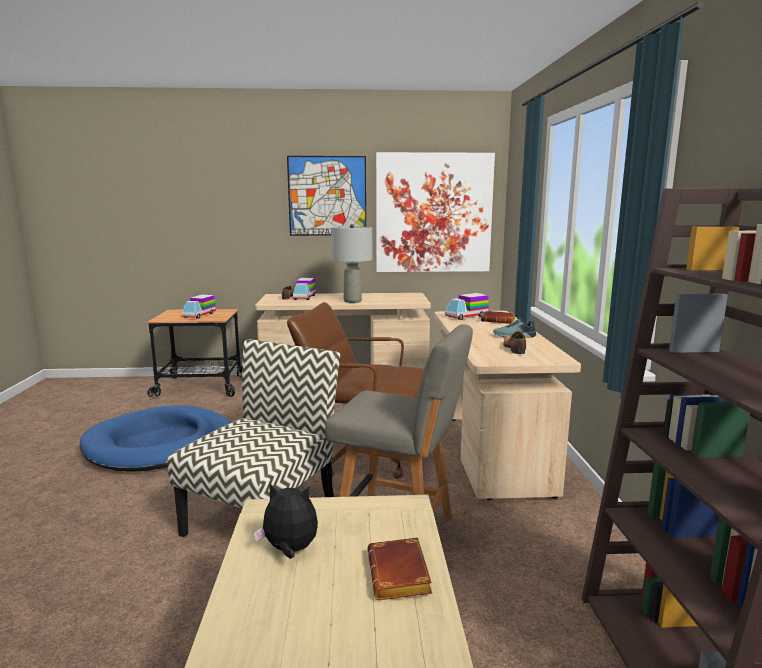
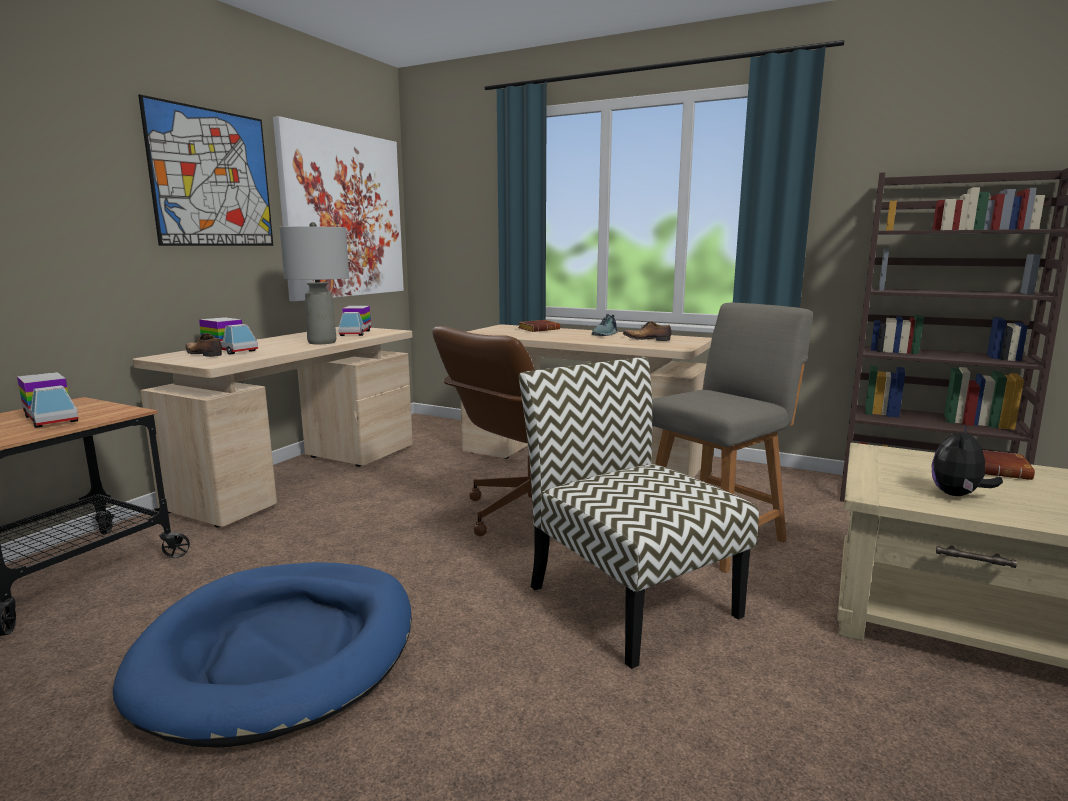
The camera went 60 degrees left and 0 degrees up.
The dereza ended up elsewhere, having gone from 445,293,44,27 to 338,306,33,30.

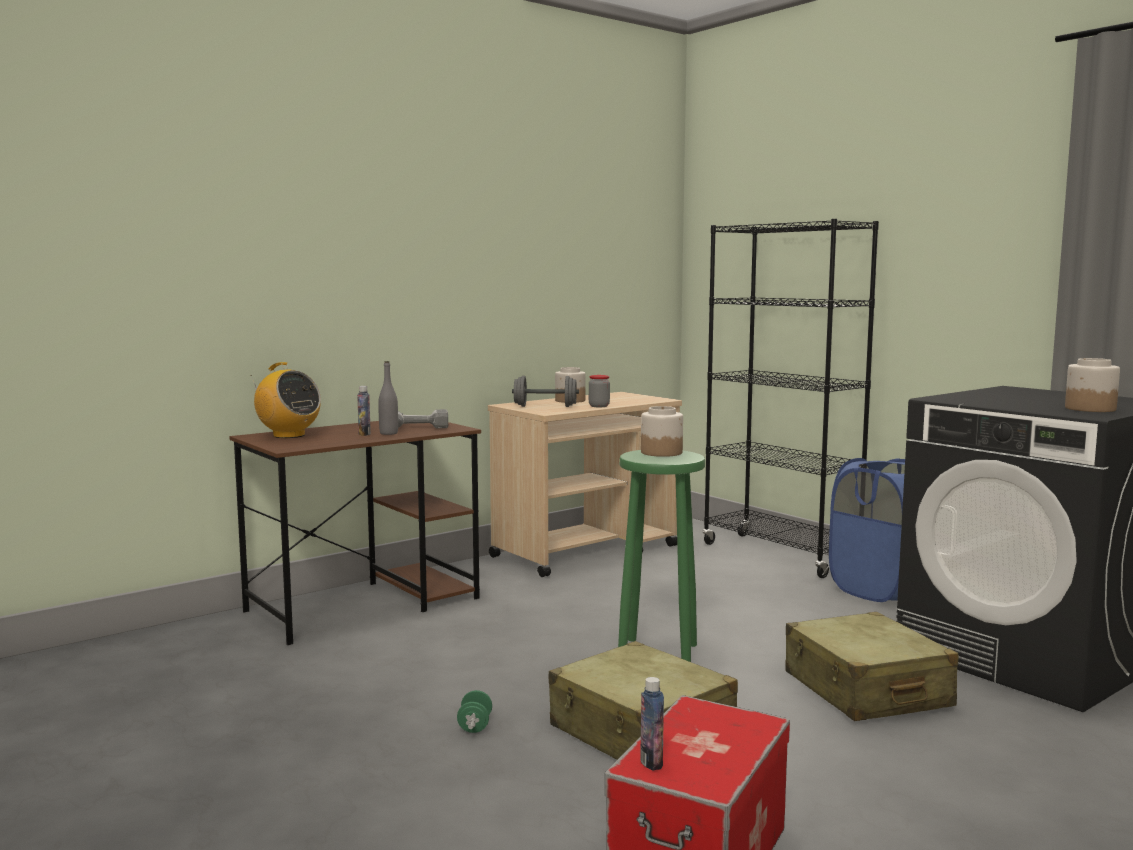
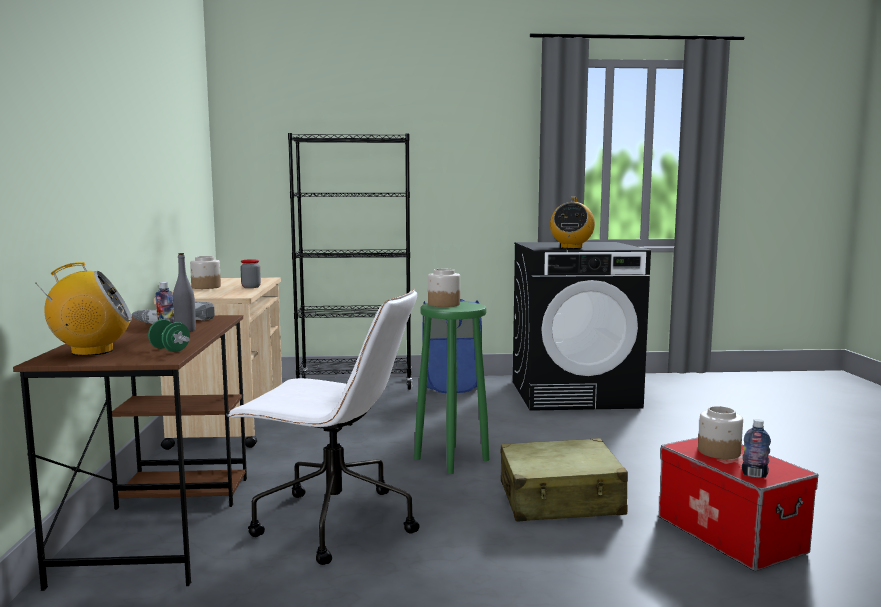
The camera went 55 degrees left and 0 degrees up.
The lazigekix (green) ended up elsewhere, having gone from 457,690,35,43 to 148,320,42,32.
The second view lost the lazigekix (grey) at 512,376,67,31.
The second view lost the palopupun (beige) at 785,612,173,109.
The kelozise ended up elsewhere, having gone from 1065,358,55,54 to 698,406,45,53.
The second view gained the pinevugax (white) at 226,289,194,276.
The second view gained the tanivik at 550,197,45,52.

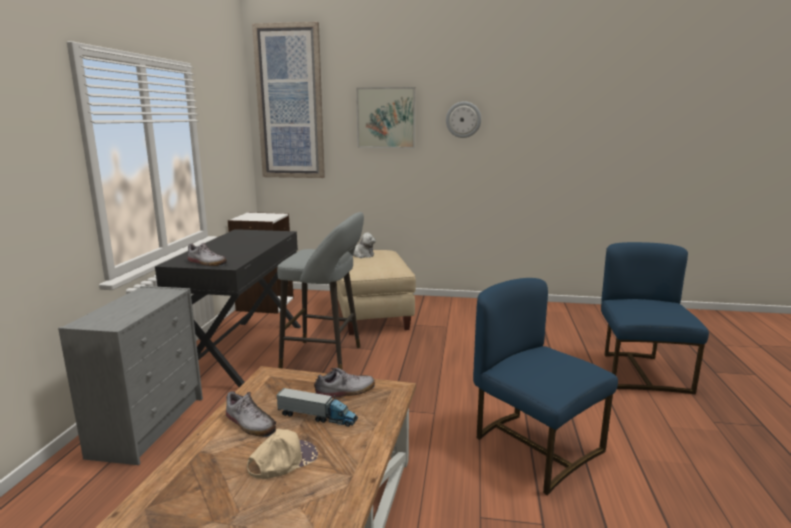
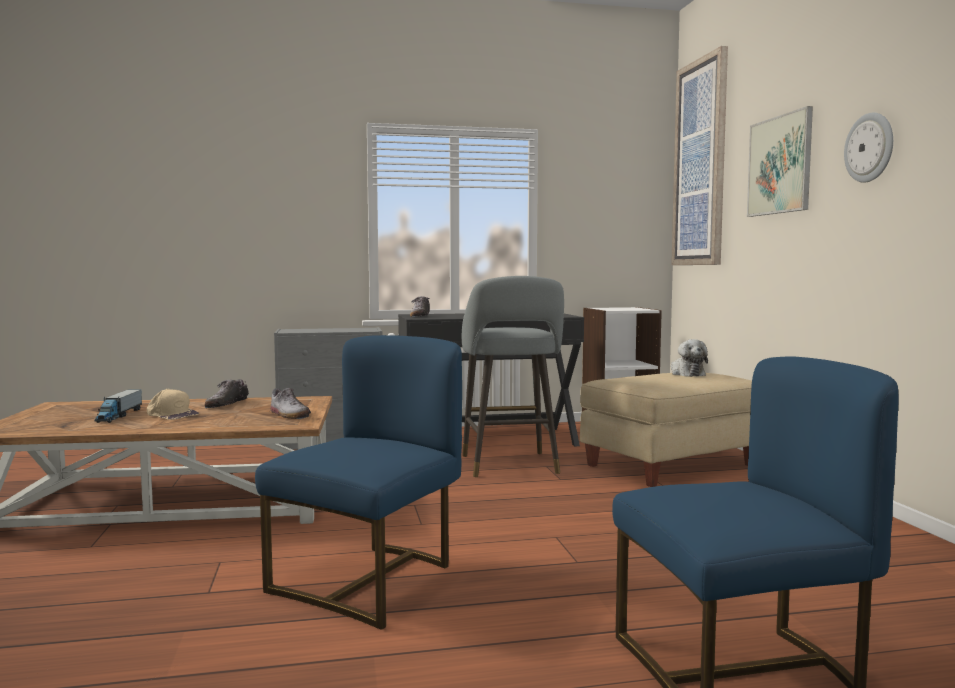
The camera went 70 degrees right and 10 degrees down.
The dereza ended up elsewhere, having gone from 276,388,82,39 to 94,389,48,34.

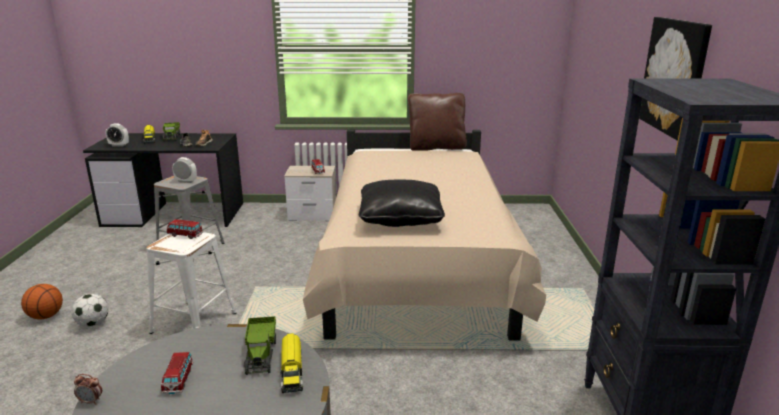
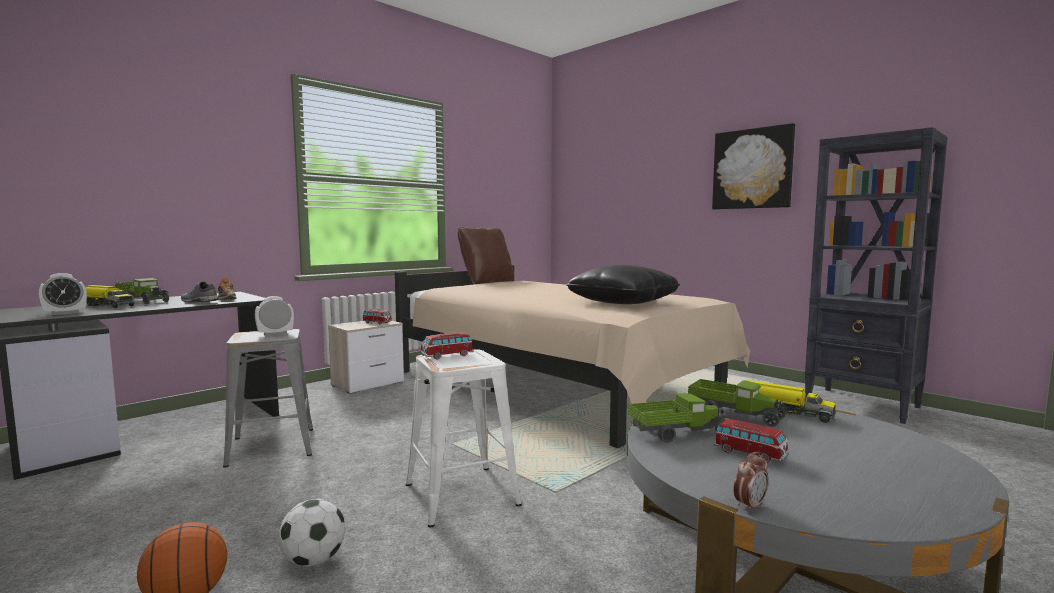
The camera went 45 degrees left and 15 degrees down.
The second view gained the dereza at 628,393,103,50.

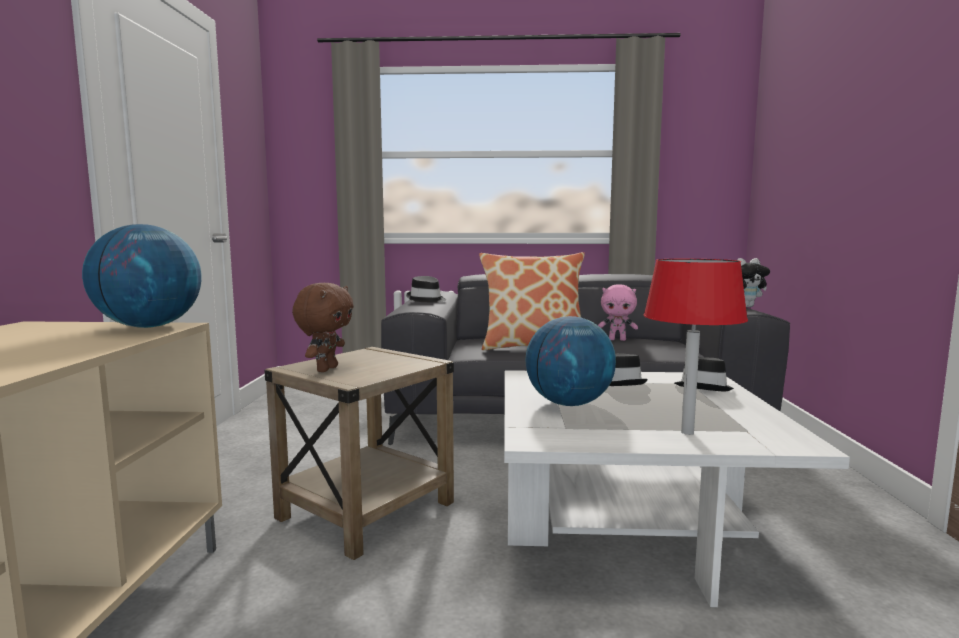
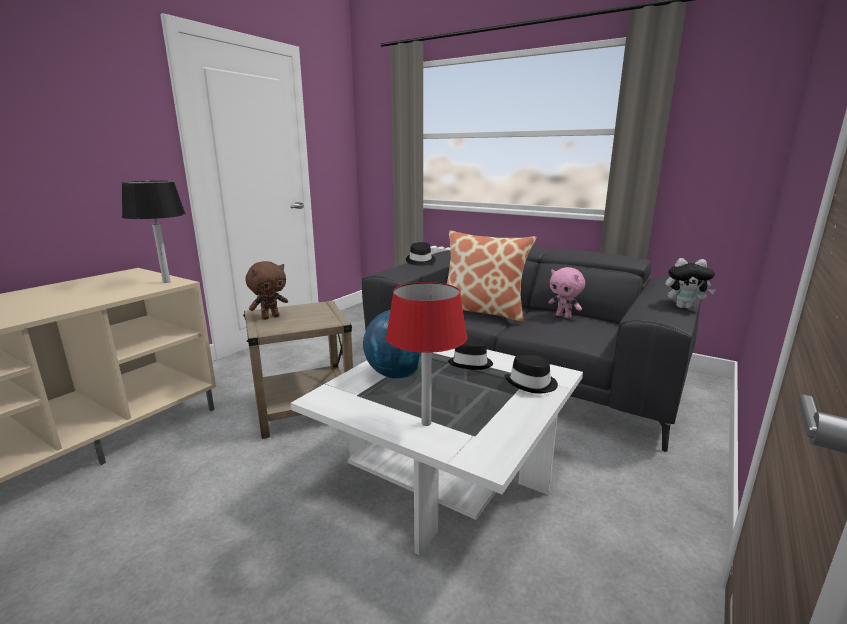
The camera went 30 degrees right and 10 degrees up.
Where the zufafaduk stood at 82,224,120,104, the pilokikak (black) came to stand at 122,181,64,102.

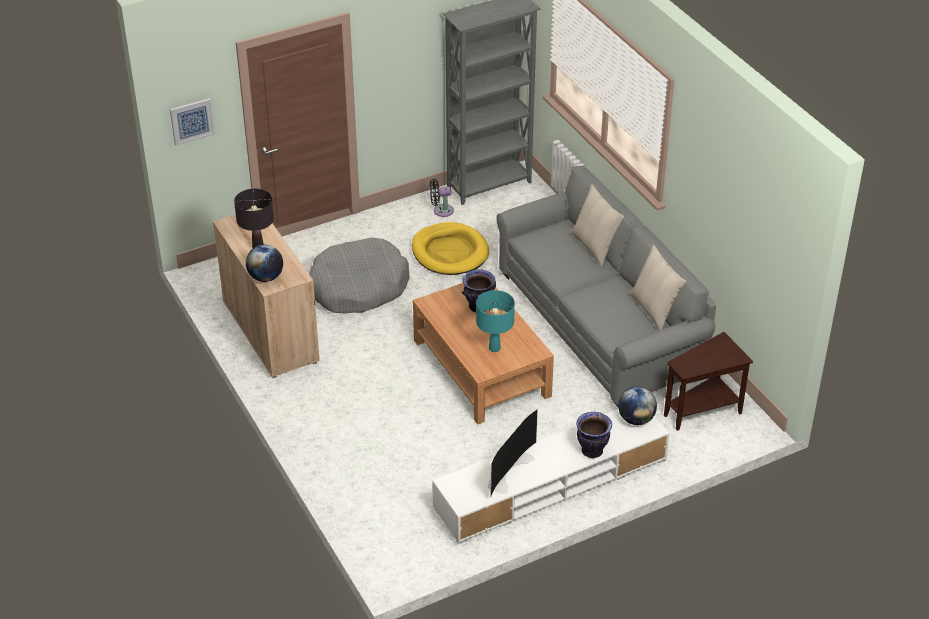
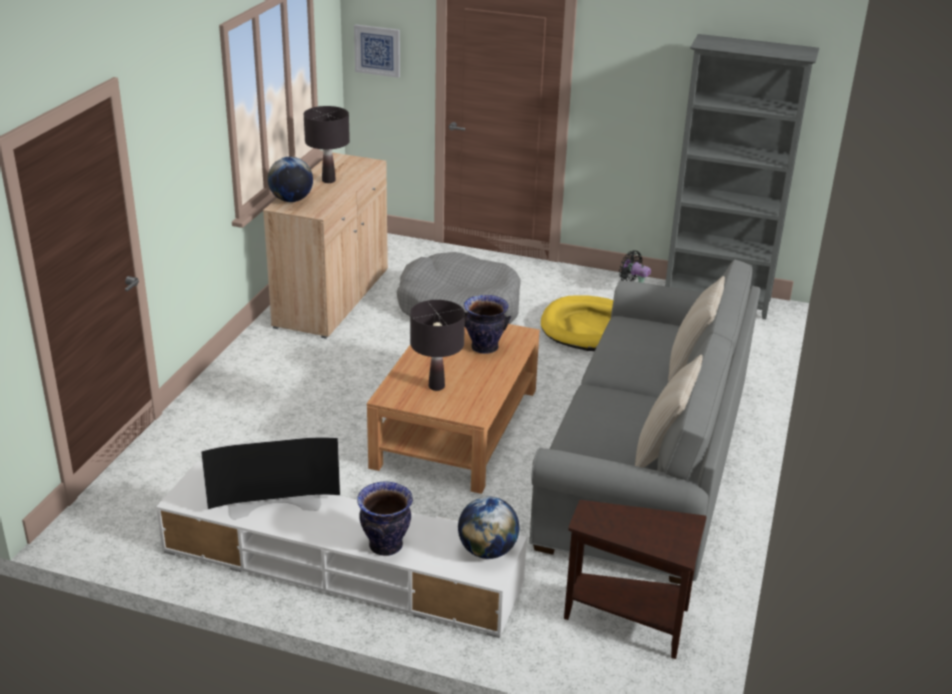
The camera went 45 degrees right and 10 degrees down.
What was the pilokikak (turquoise) at 476,290,39,62 turned into the pilokikak (black) at 410,300,55,91.

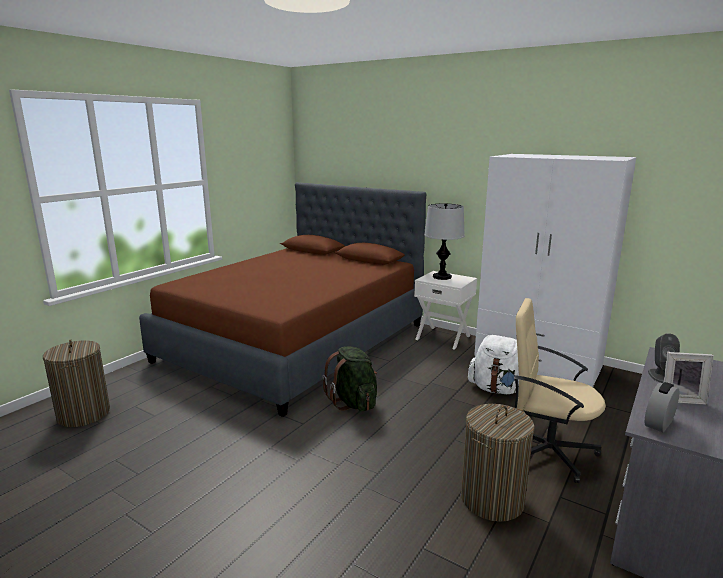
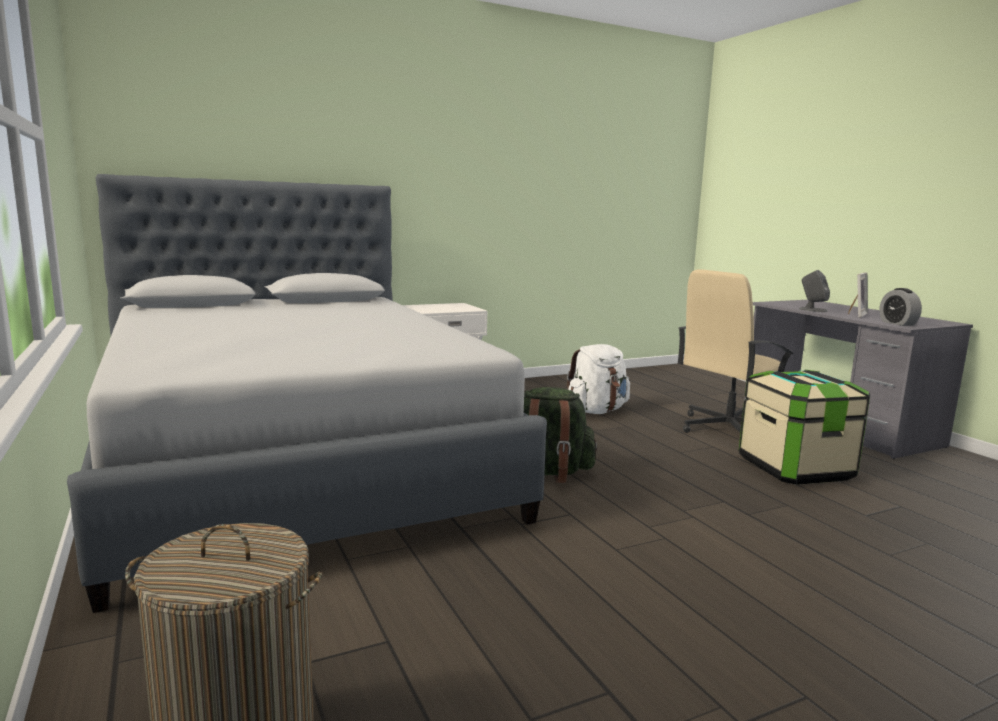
The camera went 60 degrees left and 5 degrees down.
What was the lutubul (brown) at 139,182,287,235 turned into the lutubul (grey) at 67,174,480,439.
The second view lost the pilokikak at 424,203,41,77.
Where the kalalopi stood at 461,404,74,118, the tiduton came to stand at 739,370,131,115.
The second view lost the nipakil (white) at 474,154,162,233.

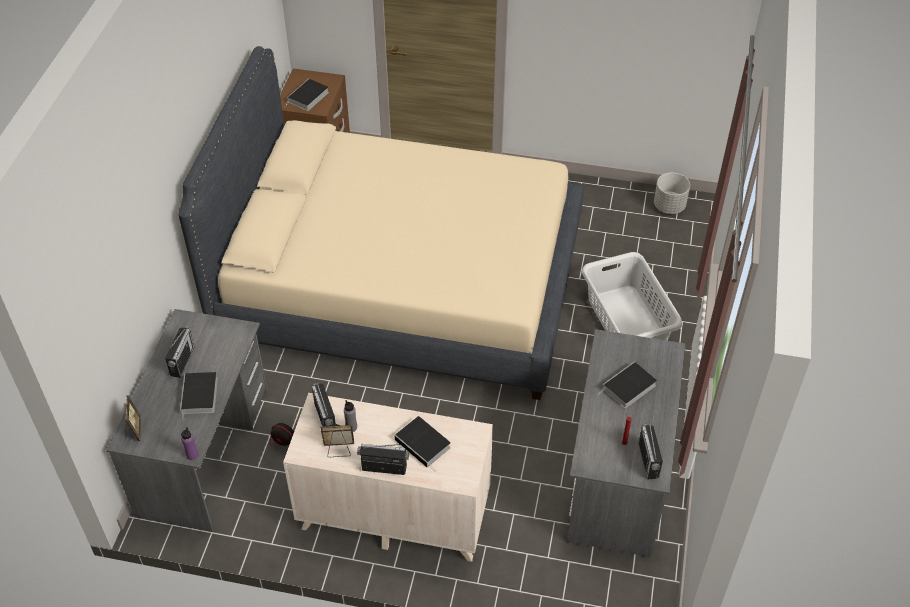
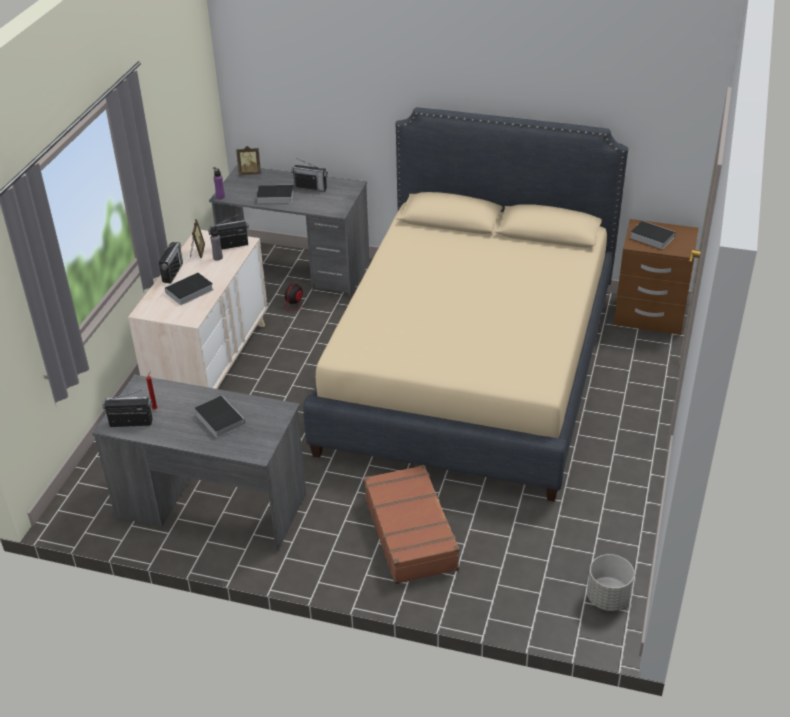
The camera went 95 degrees right and 10 degrees down.
Where the kalalopi (grey) stood at 581,252,101,89, the palopupun (brown) came to stand at 364,465,97,119.

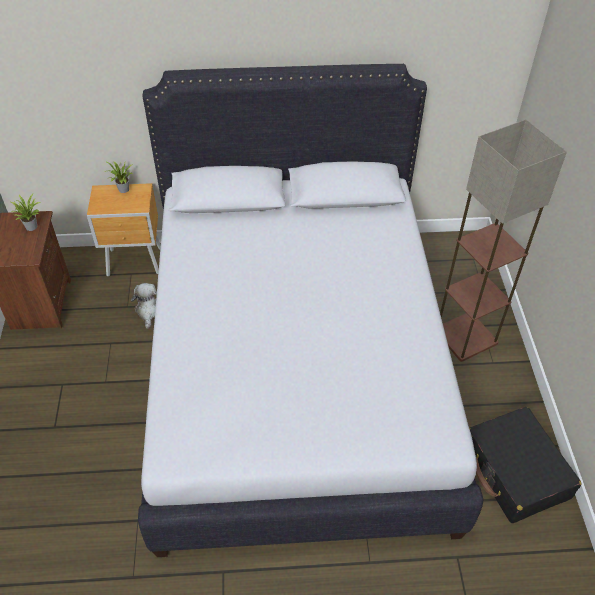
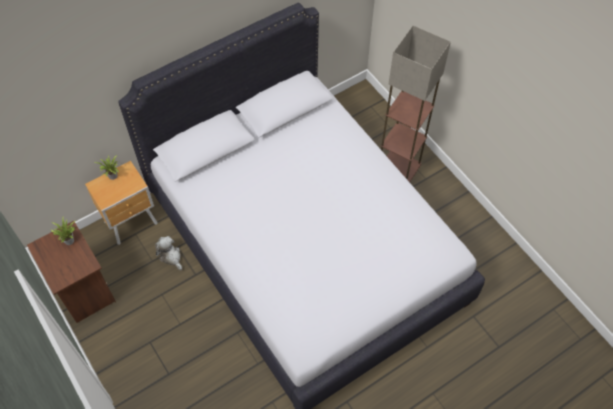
The camera went 30 degrees left and 10 degrees up.
The second view lost the palopupun (black) at 469,407,112,116.

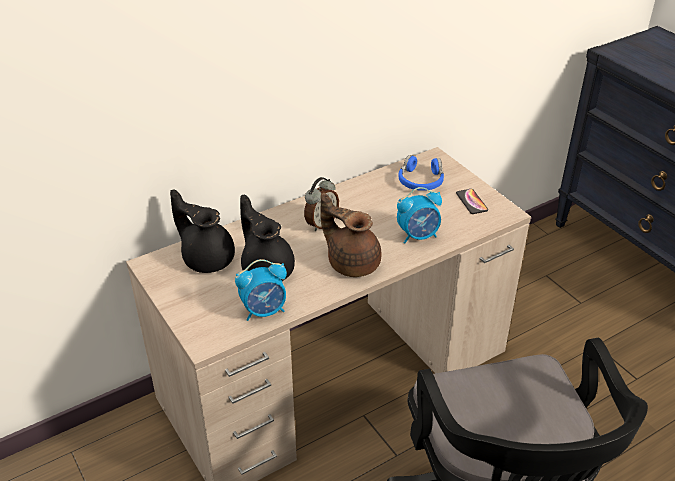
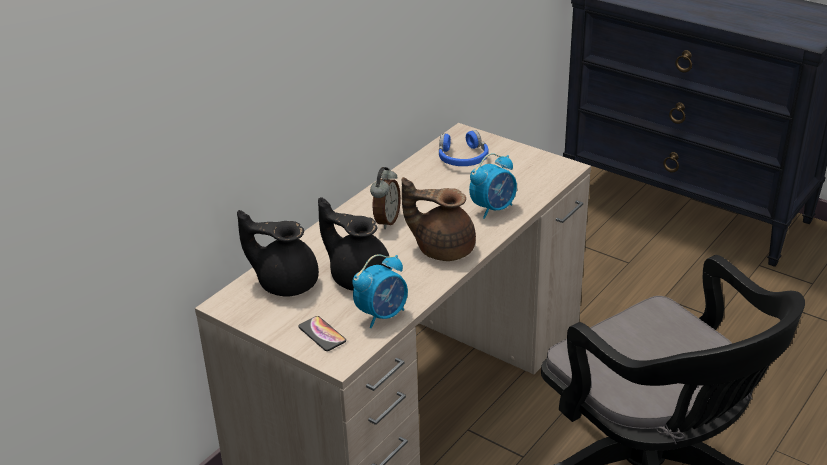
The camera went 20 degrees left and 5 degrees down.
The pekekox ended up elsewhere, having gone from 456,189,32,25 to 298,316,48,35.

